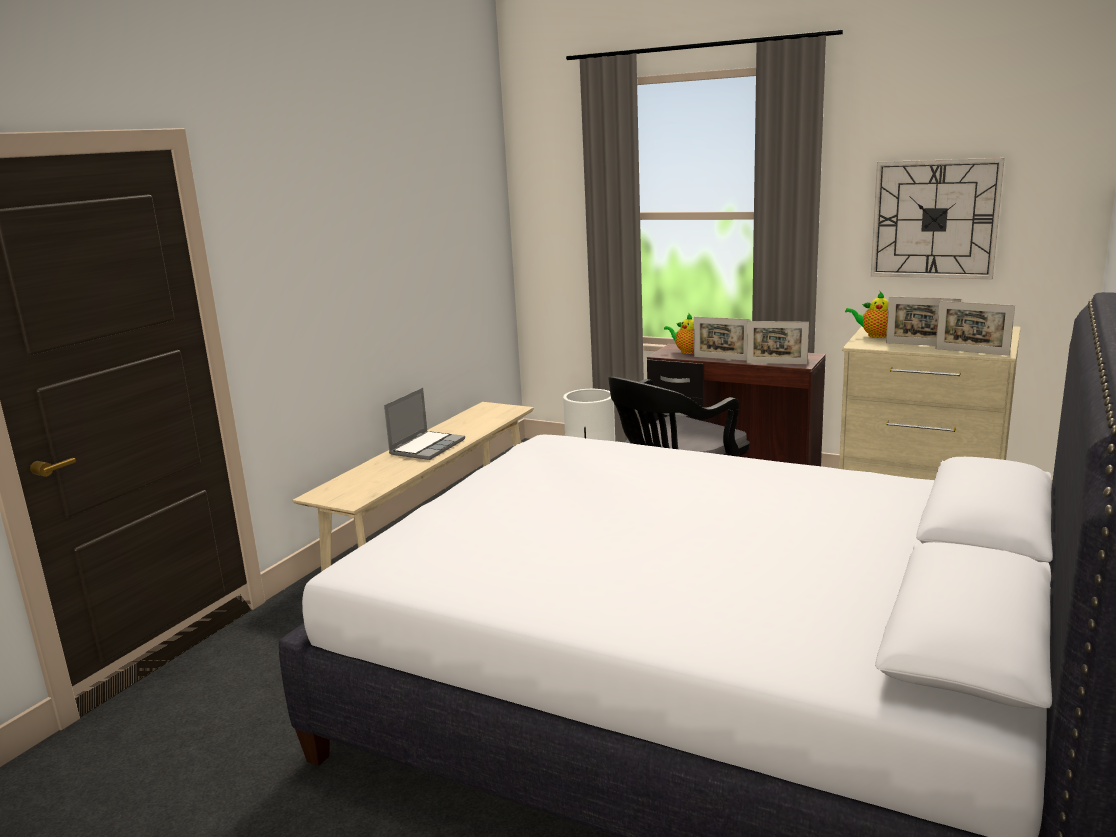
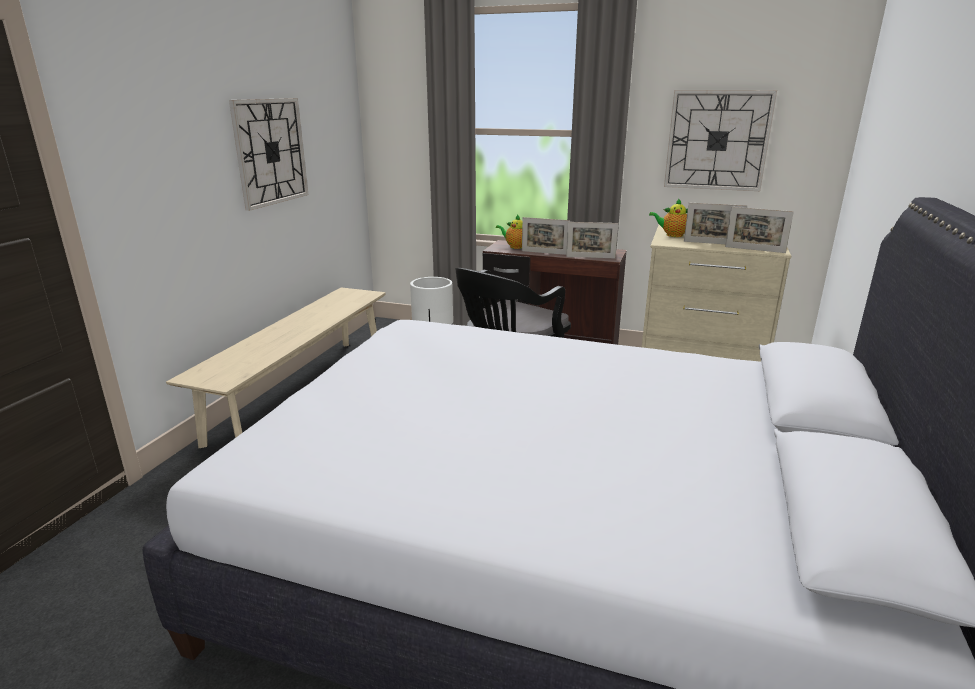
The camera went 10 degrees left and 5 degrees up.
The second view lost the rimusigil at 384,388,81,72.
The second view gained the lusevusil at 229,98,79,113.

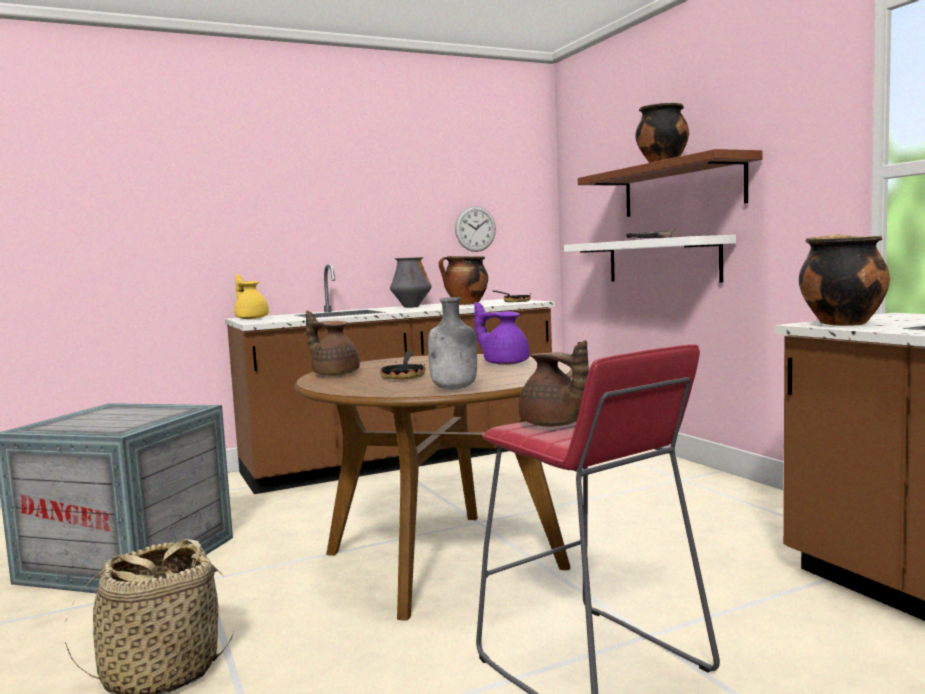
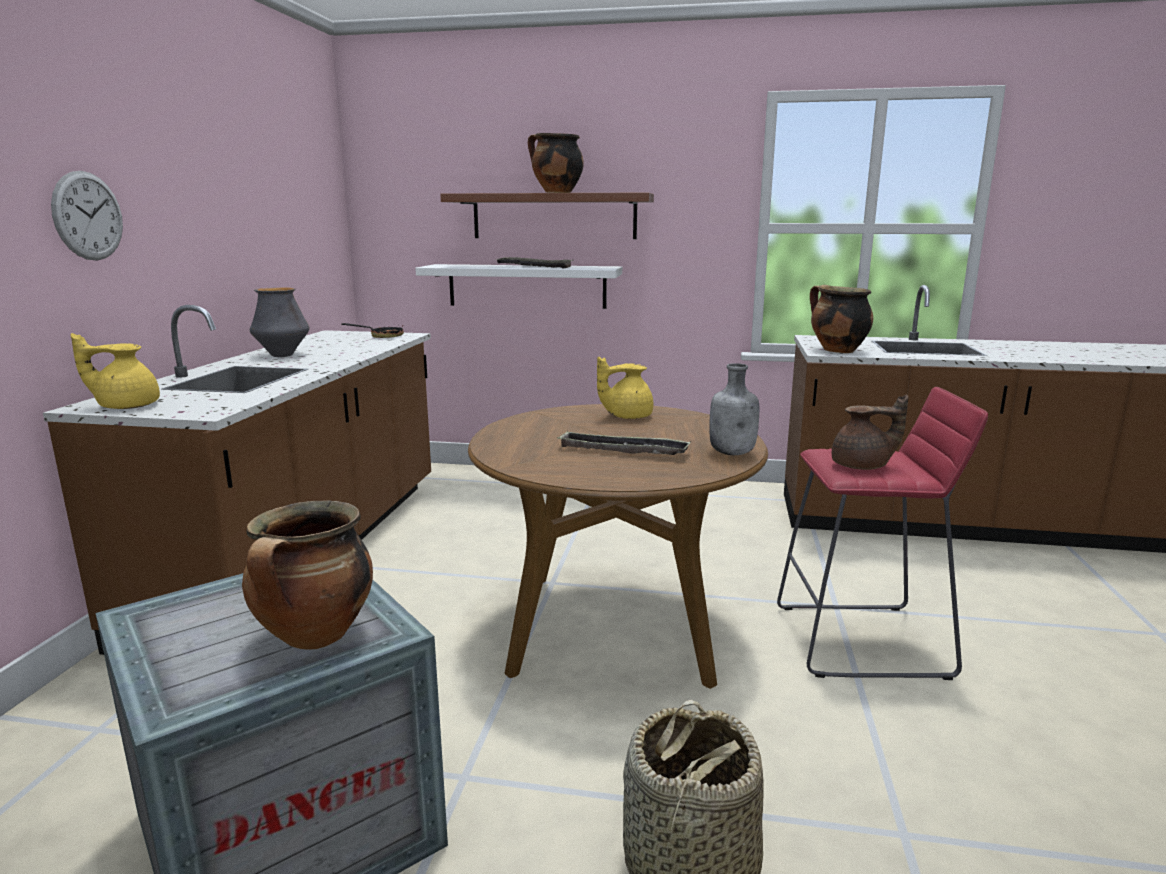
The camera went 55 degrees left and 10 degrees up.
The second view lost the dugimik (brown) at 306,311,54,65.
Where the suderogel stood at 380,351,46,28, the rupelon came to stand at 557,431,134,24.
The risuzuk ended up elsewhere, having gone from 439,256,49,49 to 242,500,131,150.
The lusevusil ended up elsewhere, having gone from 455,206,41,46 to 51,171,72,90.
What was the dugimik (purple) at 474,302,56,63 turned into the dugimik (yellow) at 597,357,56,62.

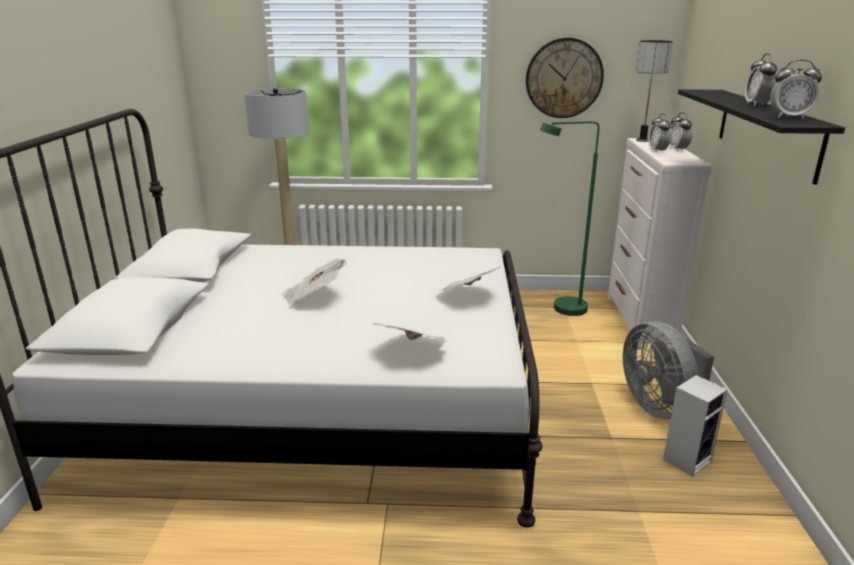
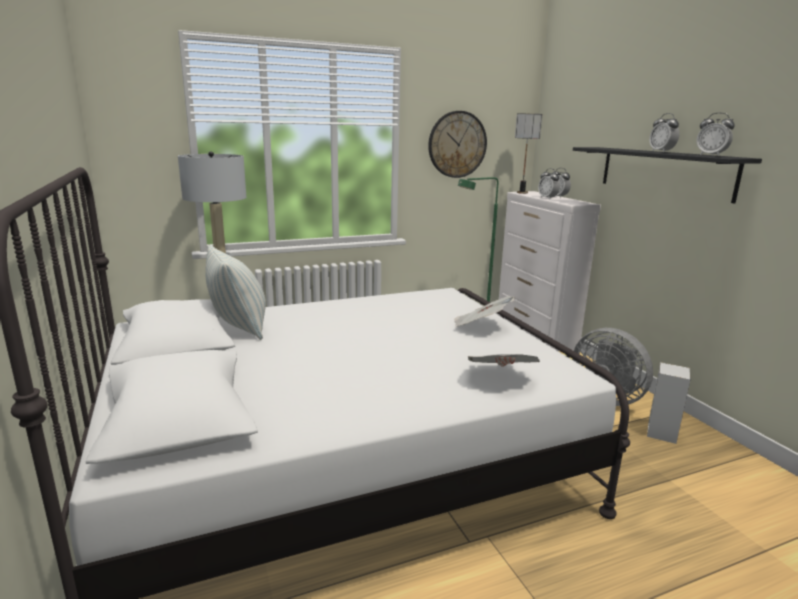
The camera went 25 degrees left and 5 degrees down.
The second view lost the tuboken at 283,258,63,46.
The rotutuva at 770,60,52,59 ended up facing another way, 60 degrees clockwise from before.
The second view gained the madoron at 205,245,61,95.

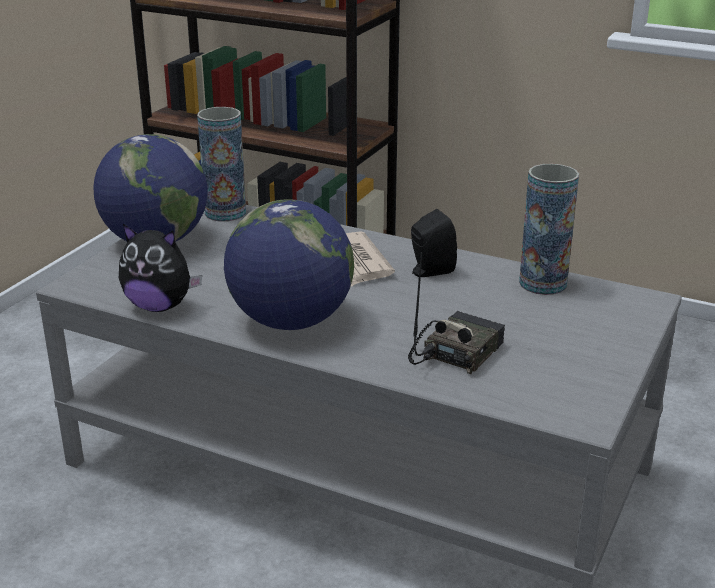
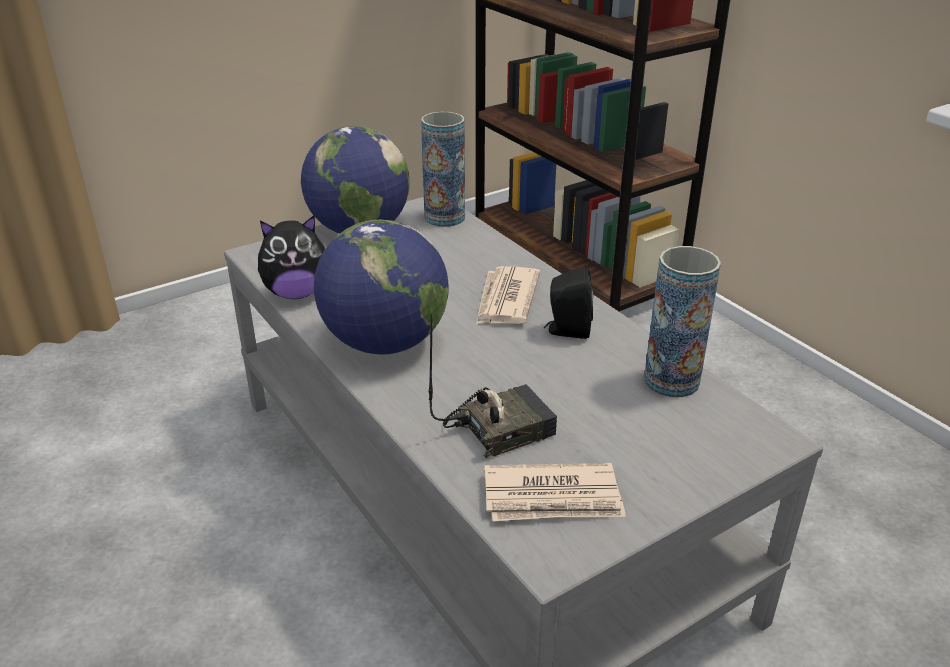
The camera went 30 degrees right and 5 degrees up.
The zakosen at 119,224,83,88 ended up facing another way, 60 degrees counterclockwise from before.
The second view gained the tuboken at 485,463,141,58.

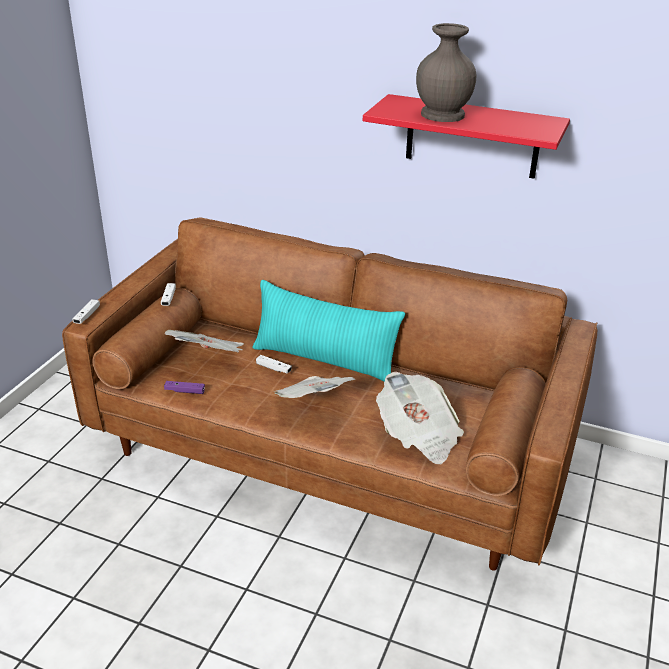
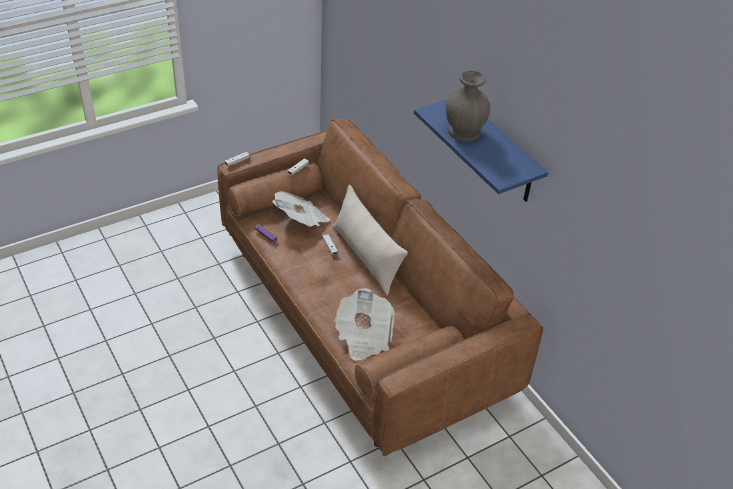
The camera went 35 degrees right and 10 degrees up.
What was the madoron (turquoise) at 253,280,152,101 turned into the madoron (beige) at 333,185,75,110.
The second view lost the tuboken at 274,376,81,22.
What was the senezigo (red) at 363,94,207,85 turned into the senezigo (blue) at 414,100,134,102.

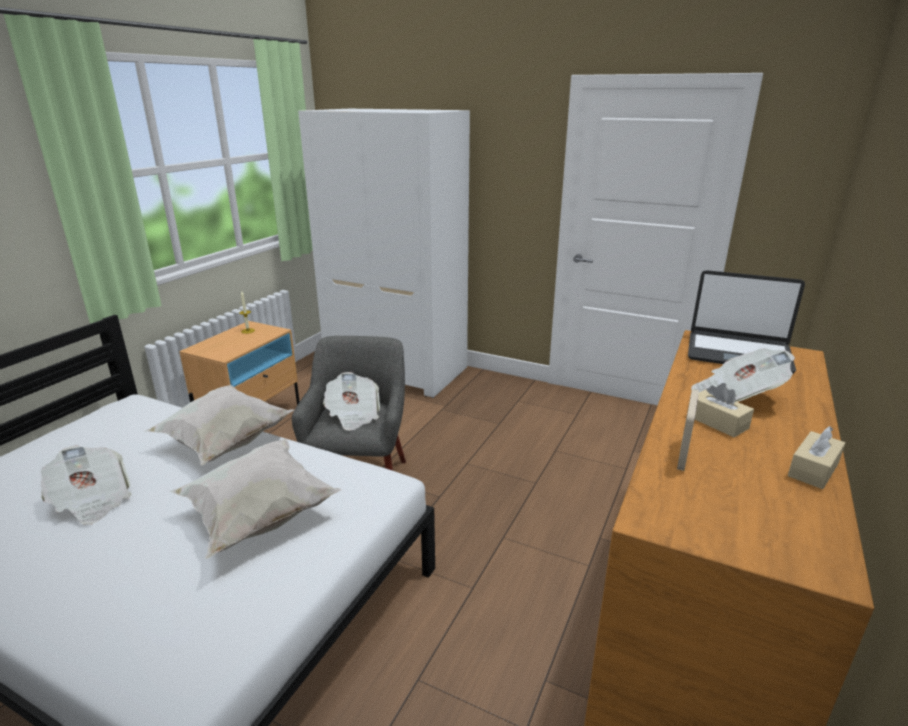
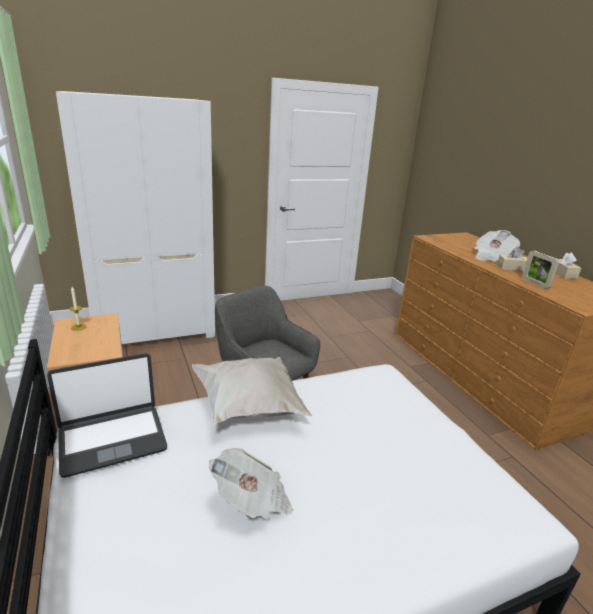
The camera went 50 degrees left and 0 degrees up.
The second view lost the madoron (white) at 169,439,173,120.
The second view lost the tuboken at 323,372,57,59.
The rimusigil ended up elsewhere, having gone from 688,270,117,104 to 47,353,120,125.

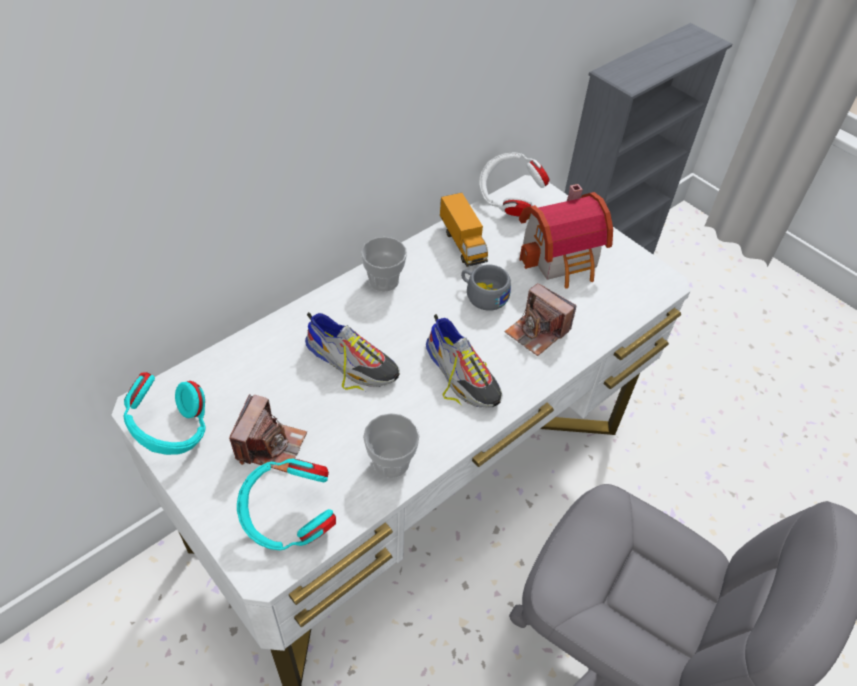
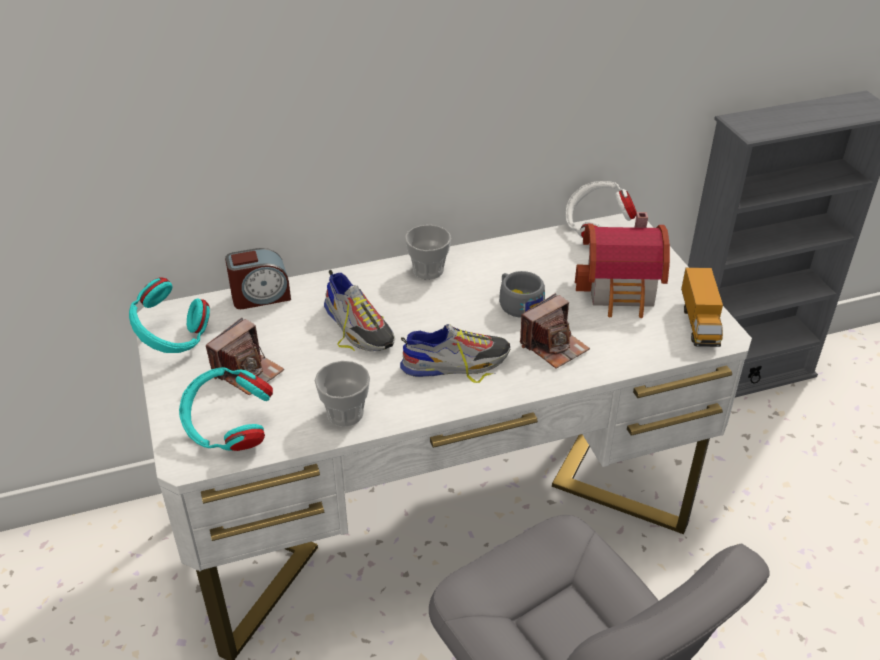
The camera went 25 degrees right and 10 degrees down.
The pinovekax at 426,314,77,94 ended up facing another way, 90 degrees counterclockwise from before.
The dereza ended up elsewhere, having gone from 440,193,48,74 to 681,267,42,80.
The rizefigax at 504,283,72,73 ended up facing another way, 105 degrees counterclockwise from before.
The second view gained the rotutuva at 225,248,66,61.

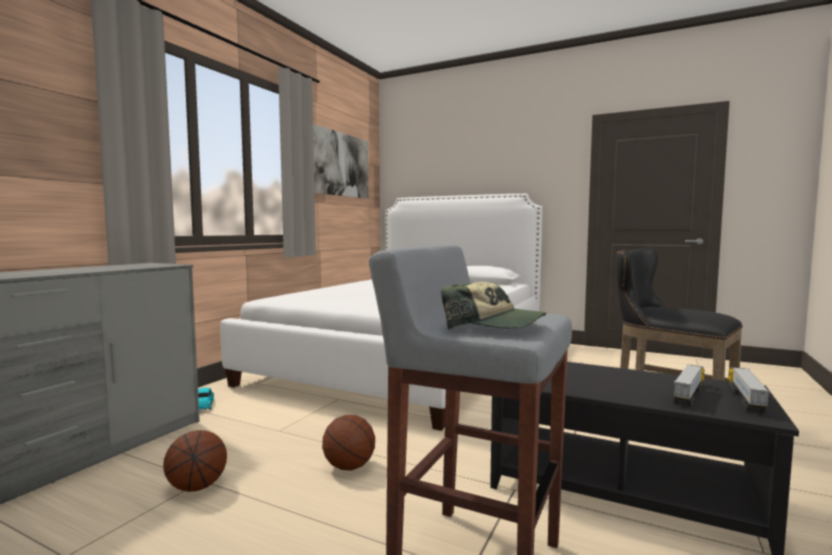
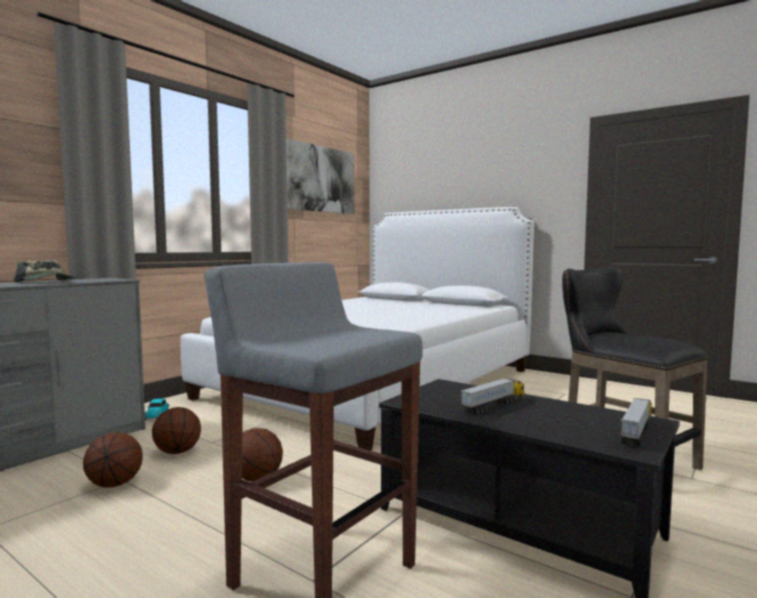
The camera went 10 degrees right and 0 degrees up.
The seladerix ended up elsewhere, having gone from 441,282,105,48 to 14,260,62,22.
The dereza ended up elsewhere, having gone from 673,364,32,42 to 461,378,63,36.
The second view gained the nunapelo at 152,407,49,47.

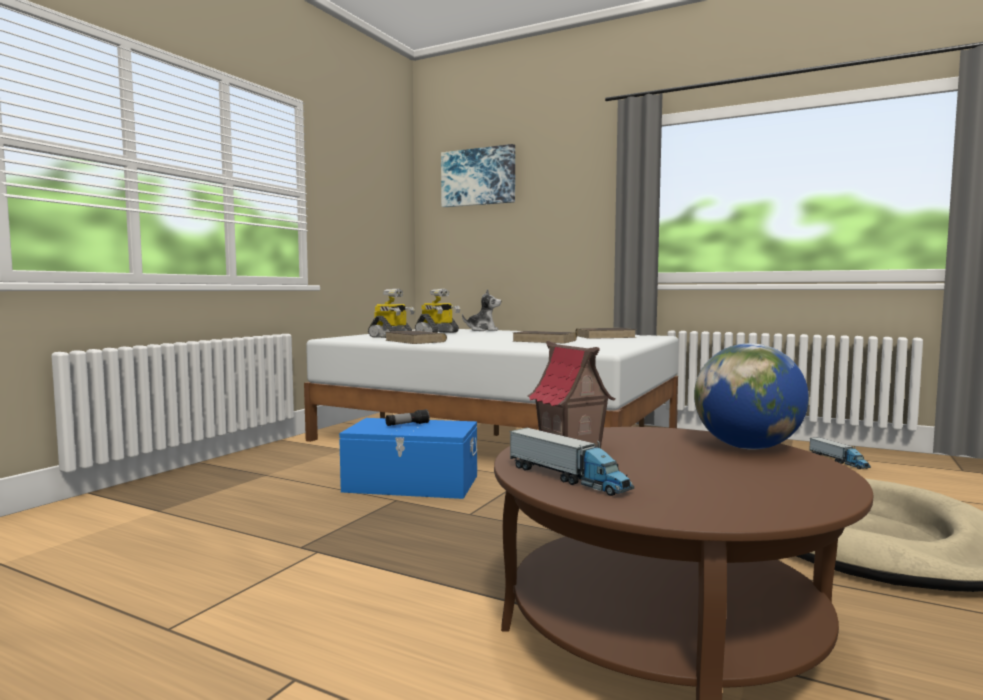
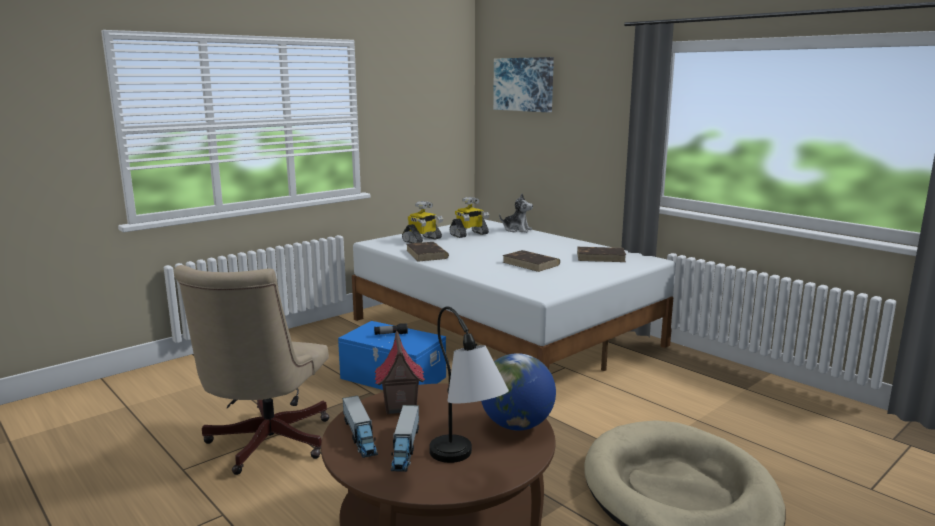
The camera went 20 degrees right and 10 degrees up.
The dereza ended up elsewhere, having gone from 809,437,62,32 to 391,405,28,67.
The second view gained the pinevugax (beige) at 174,265,156,210.
The second view gained the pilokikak at 429,306,80,157.

